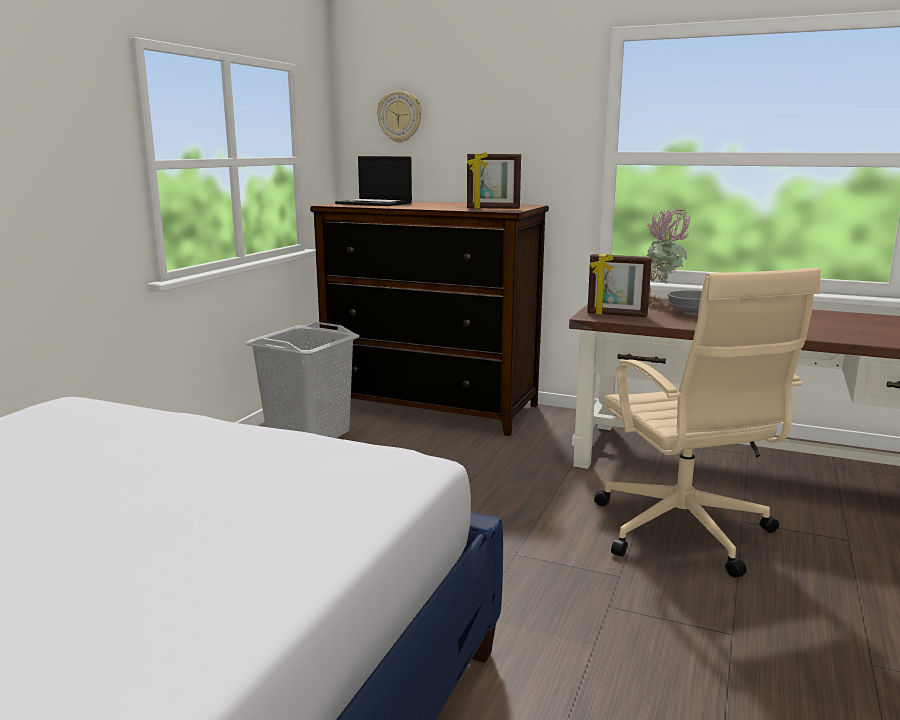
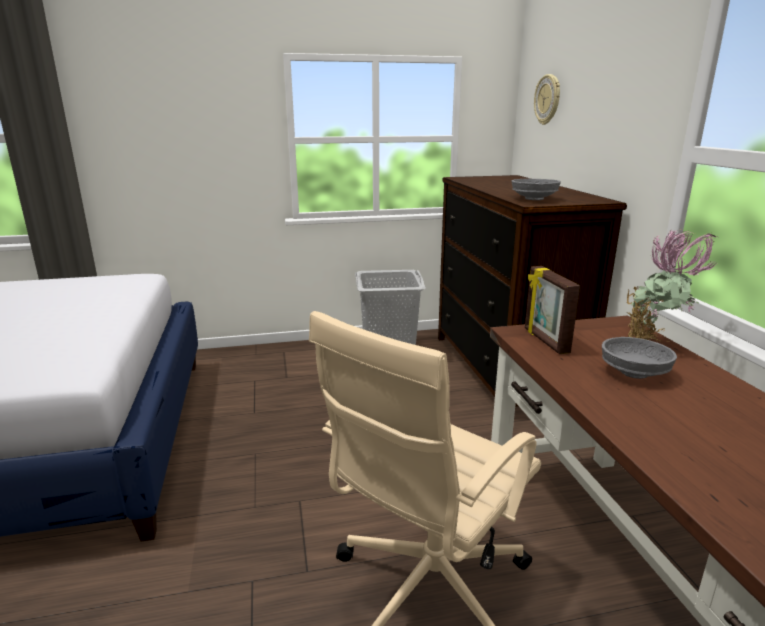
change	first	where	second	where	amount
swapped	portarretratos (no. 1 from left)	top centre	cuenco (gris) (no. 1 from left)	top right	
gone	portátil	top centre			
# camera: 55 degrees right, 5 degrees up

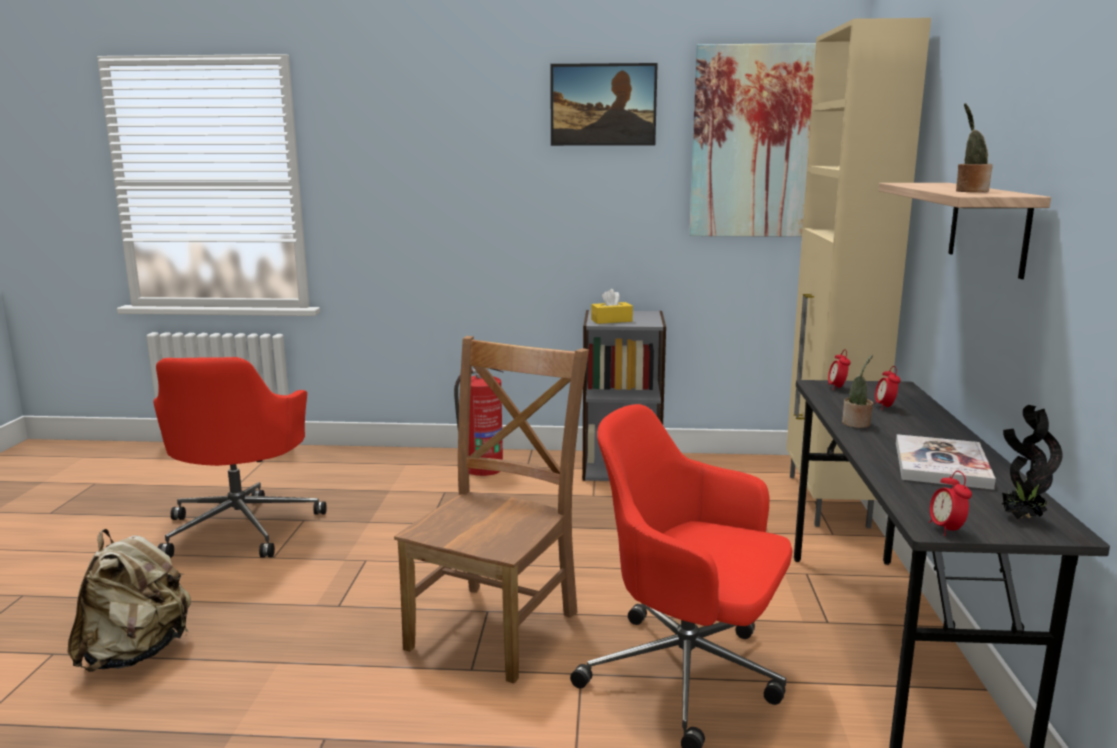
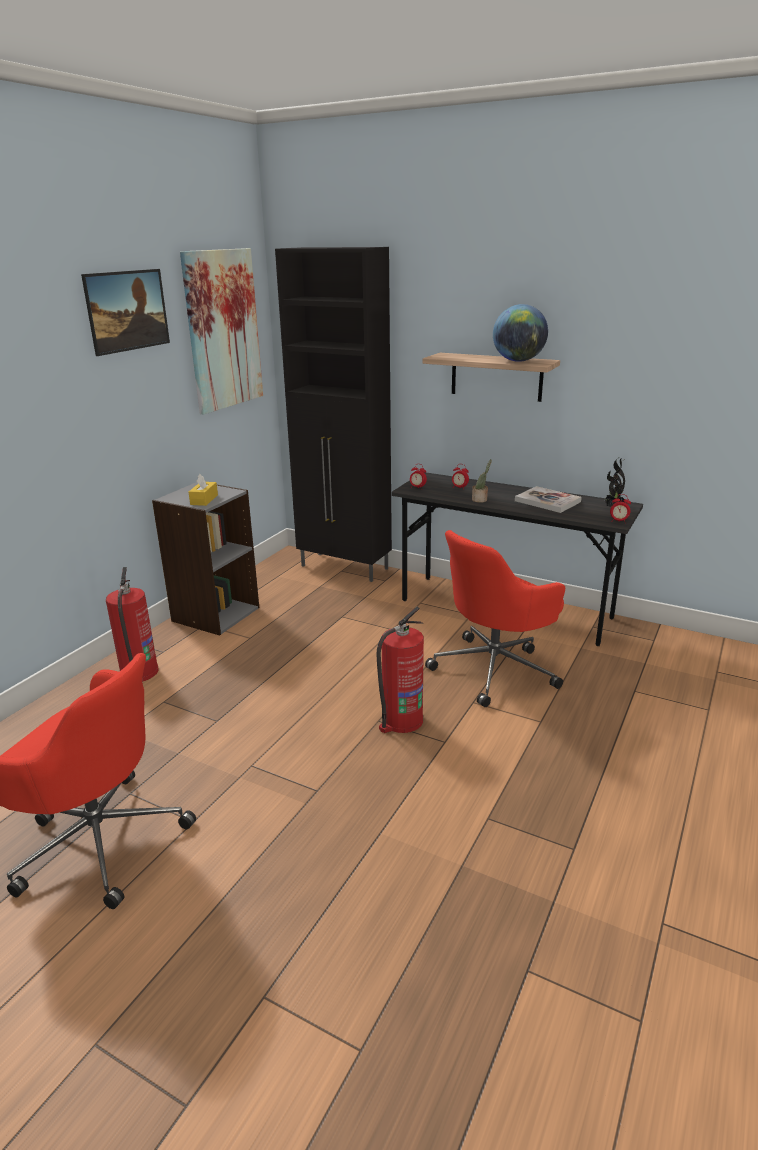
change	first	where	second	where	amount
repainted	armario (beis)	middle right	armario (negro)	centre	
swapped	silla (marrón)	bottom centre	extintor (no. 2 from left)	centre	
swapped	planta en maceta (no. 2 from left)	top right	globo terráqueo	top right	
gone	mochila (beis)	bottom left			
# camera: 65 degrees left, 10 degrees up

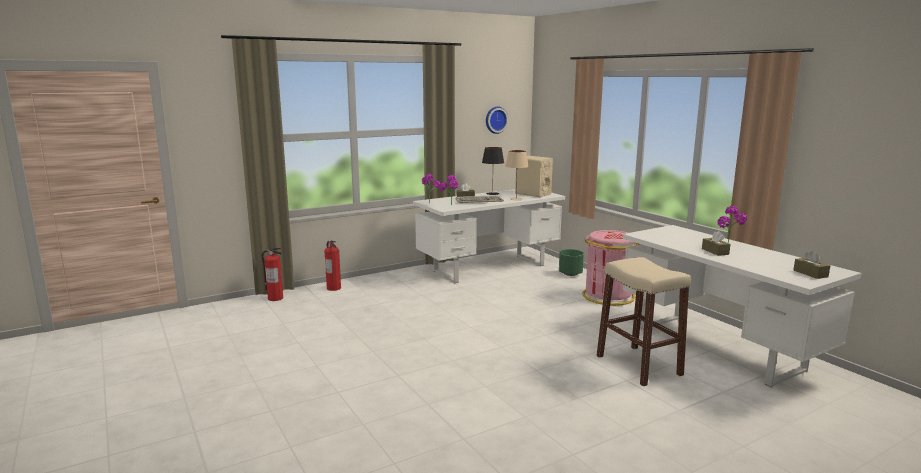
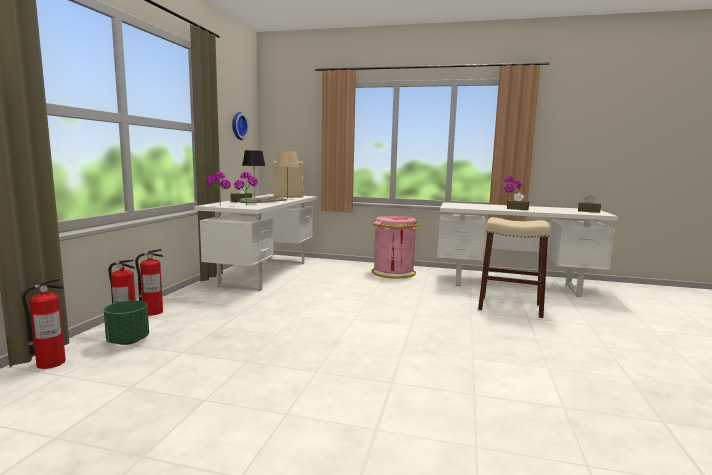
change	first	where	second	where	amount
shifted	maceta (verde)	centre		bottom left	
new			extintor (no. 3 from left)	middle left	
# camera: 45 degrees left, 5 degrees down

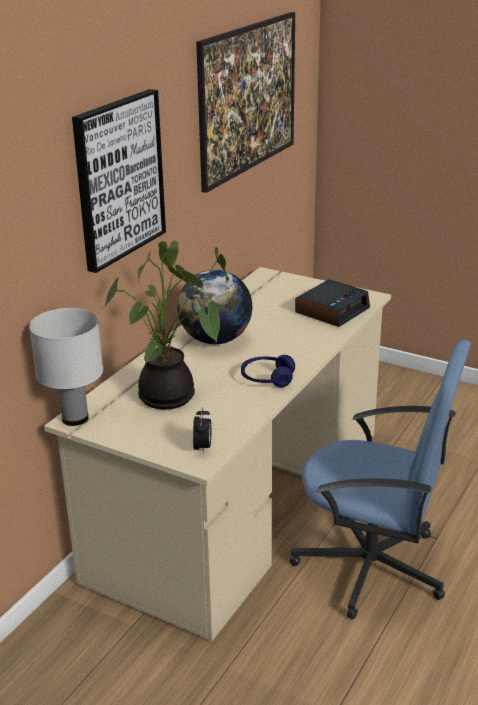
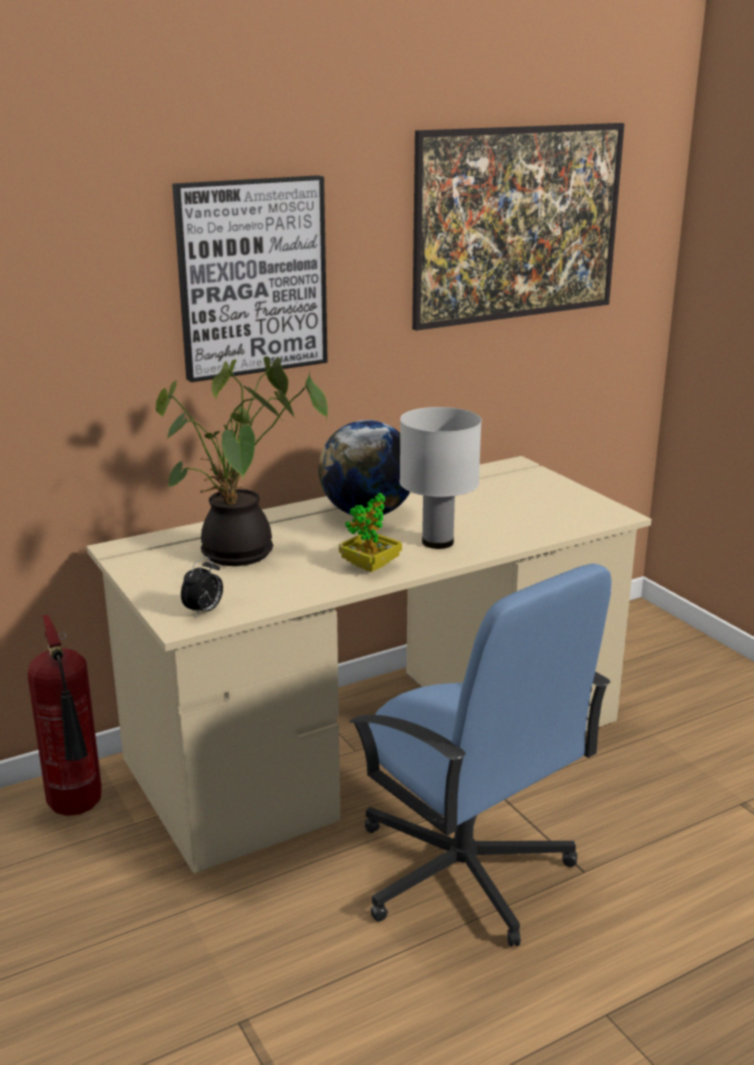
change	first	where	second	where	amount
new			extintor	bottom left	
swapped	auriculares (azul)	centre	planta en maceta (no. 2 from left)	centre	
shifted	lámpara de mesa (blanco)	middle left		centre	
gone	despertador (no. 2 from left)	middle right			
# camera: 30 degrees right, 5 degrees down

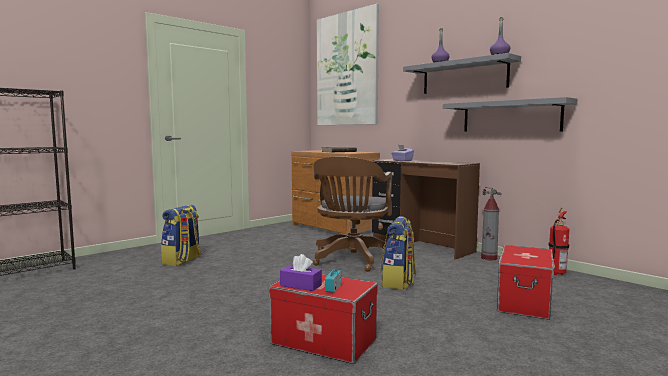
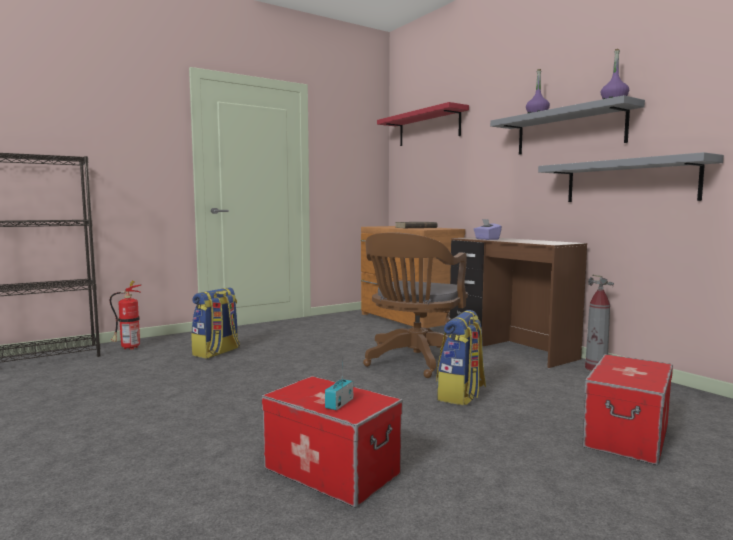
change	first	where	second	where	amount
shifted	extintor (no. 2 from left in the first image)	middle right	extintor (no. 1 from left)	middle left	
swapped	cuadro	top centre	estante (rojo)	top centre	
gone	caja de pañuelos (morado) (no. 1 from left)	bottom centre			
# camera: 10 degrees right, 0 degrees up

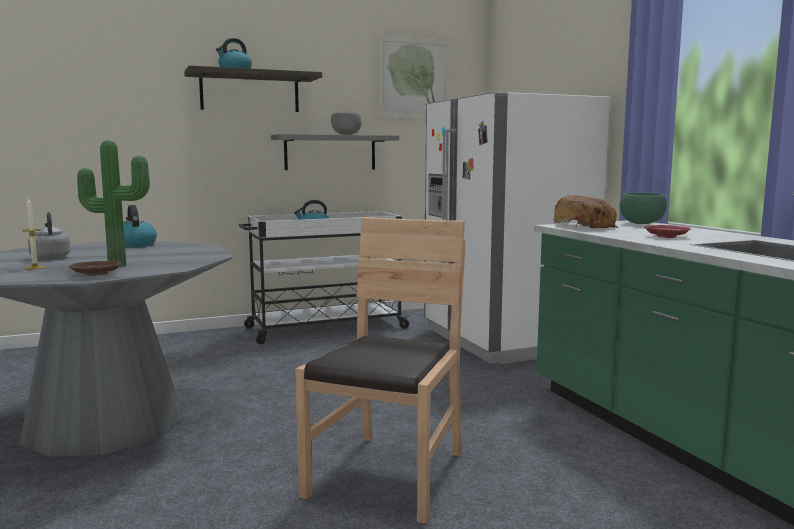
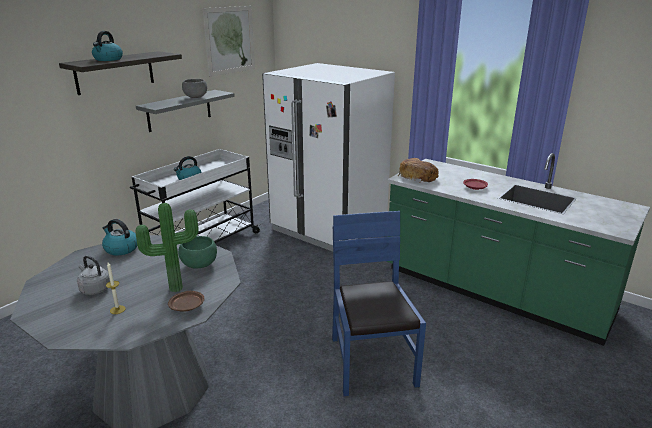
change	first	where	second	where	amount
shifted	cuenco (verde)	middle right		middle left	
repainted	silla (marrón)	bottom centre	silla (azul)	bottom centre	
# camera: 30 degrees left, 15 degrees up

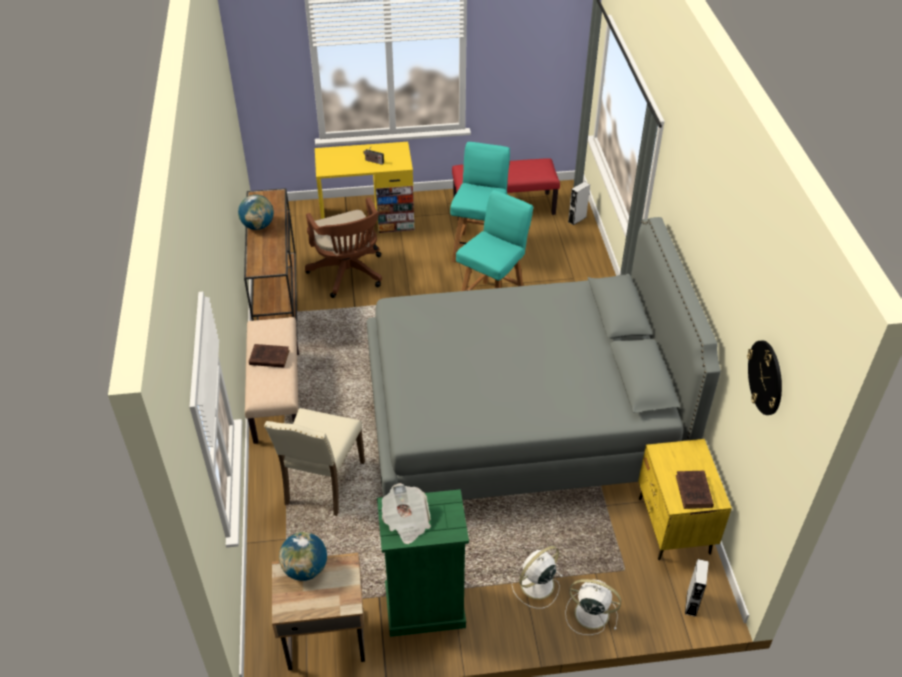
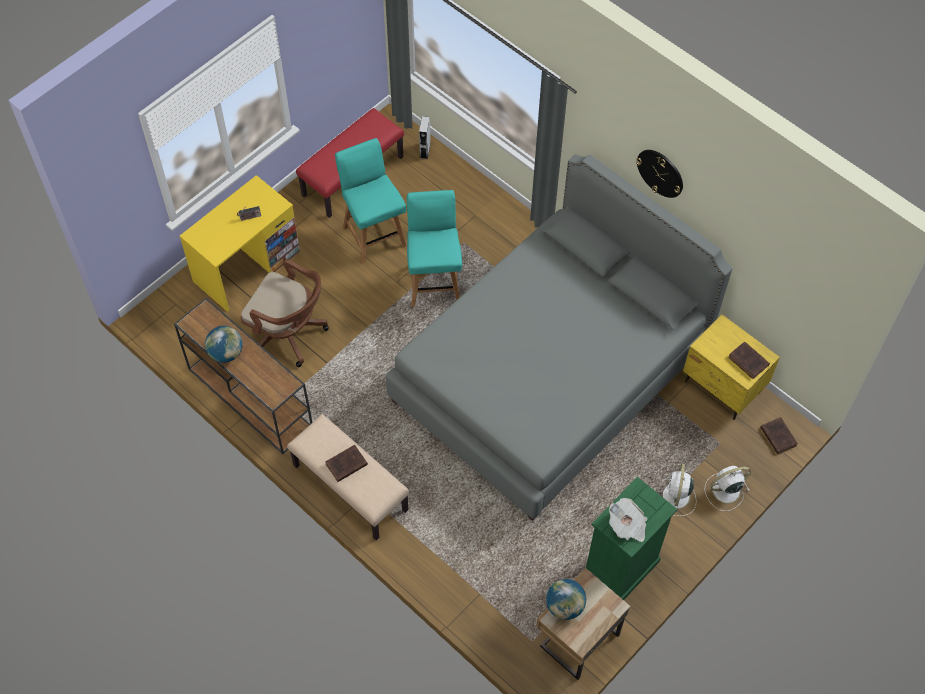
change	first	where	second	where	amount
shifted	reloj de pared	middle right		top right	
swapped	altavoz (gris) (no. 2 from left)	bottom right	libro (marrón) (no. 3 from left)	middle right	
gone	silla (beis)	bottom centre			
# camera: 40 degrees left, 15 degrees up

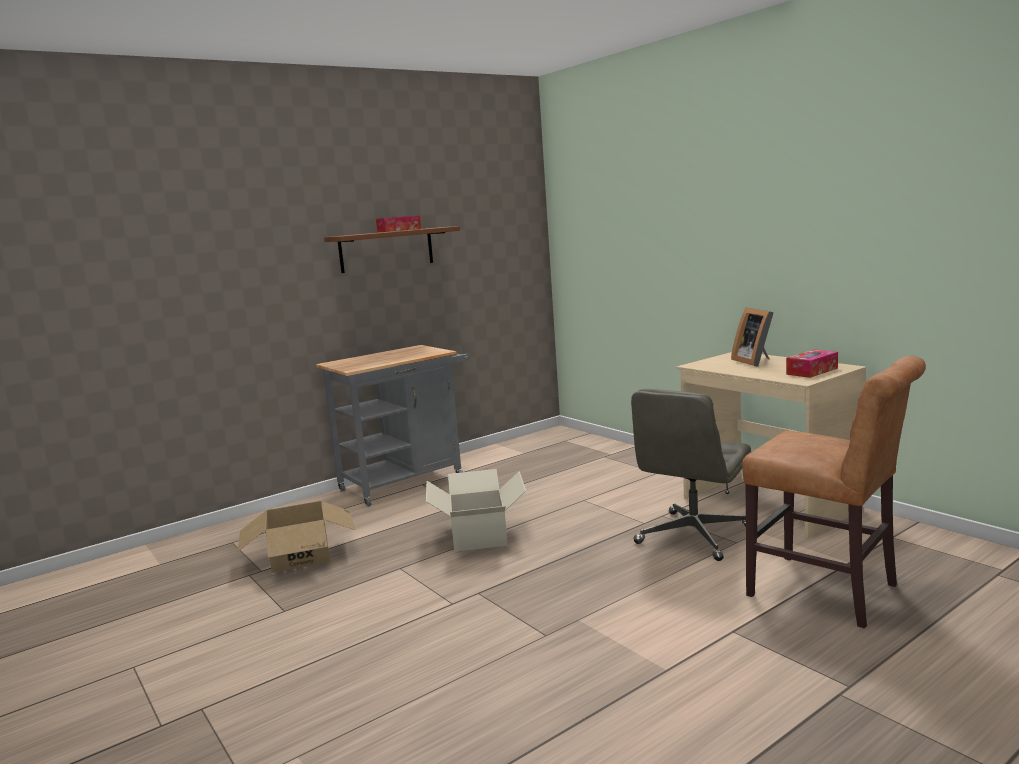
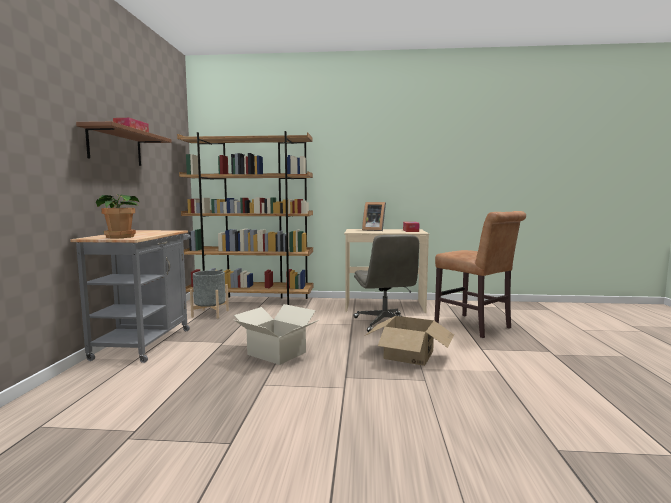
change	first	where	second	where	amount
new			planta en maceta	middle left	
new			estantería (marrón)	centre	
new			maceta (gris)	middle left	
shifted	caja de cartón (no. 1 from left in the first image)	bottom left	caja de cartón (no. 2 from left)	bottom centre	
rotated	silla (marrón)	middle right		middle right	60 degrees clockwise
# camera: 50 degrees left, 5 degrees down

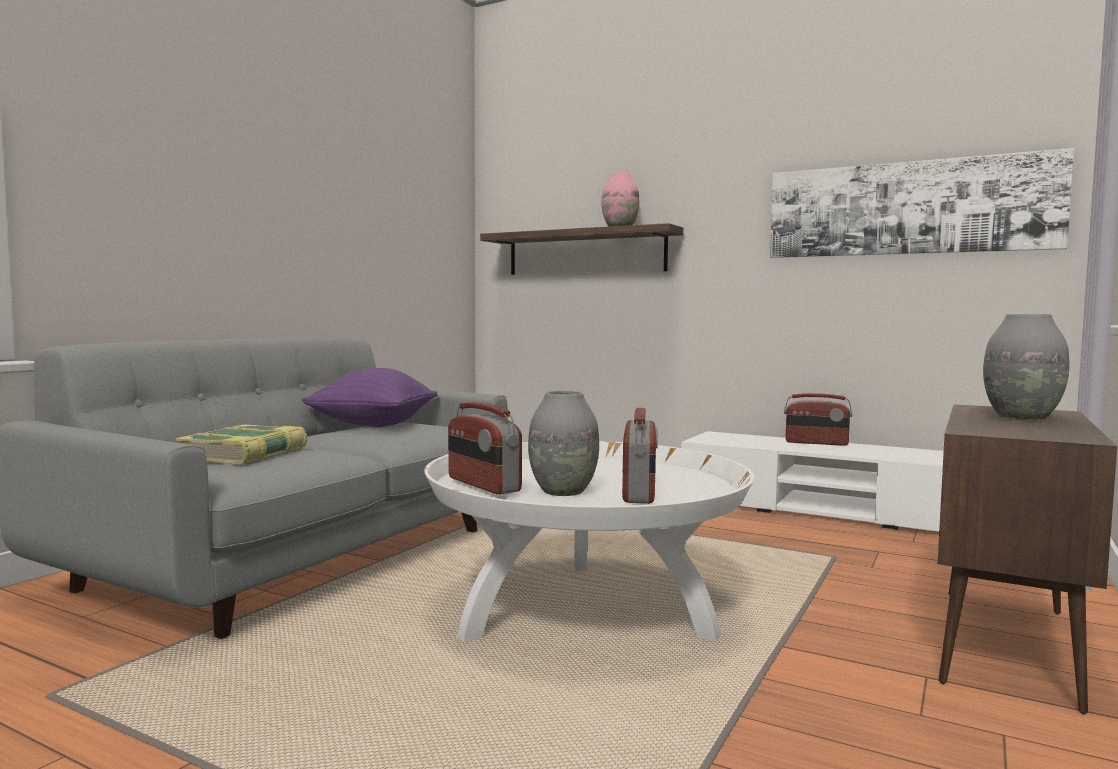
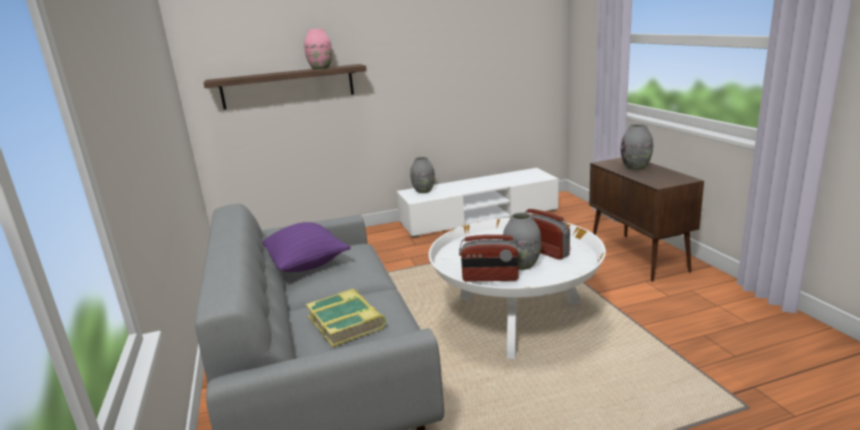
change	first	where	second	where	amount
new			florero (gris) (no. 1 from left)	centre	
gone	cuadro	top right			
gone	radio (no. 3 from left)	middle right			
# camera: 45 degrees left, 15 degrees up

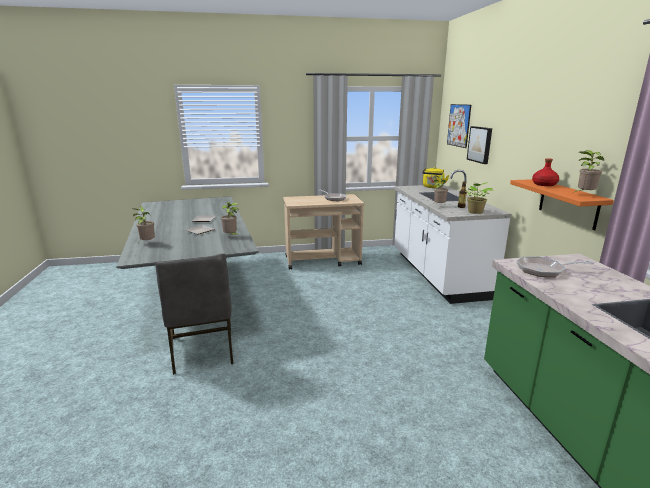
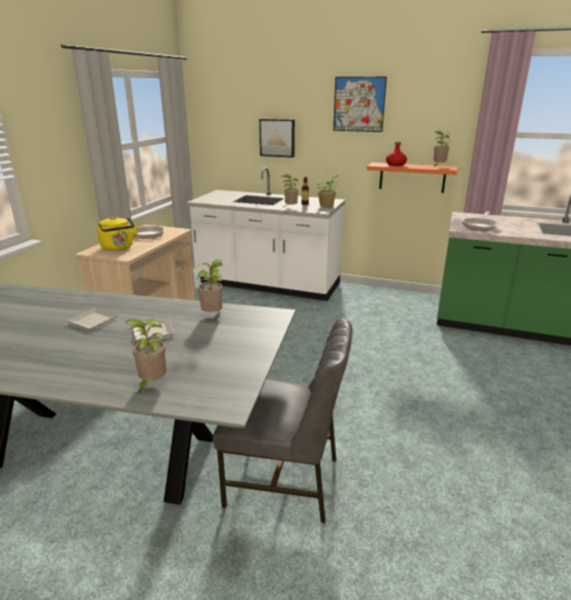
change	first	where	second	where	amount
shifted	hervidor (amarillo)	middle right		middle left	
shifted	cuadro (no. 1 from left in the first image)	top right	cuadro (no. 2 from left)	top centre	
# camera: 60 degrees left, 5 degrees up

